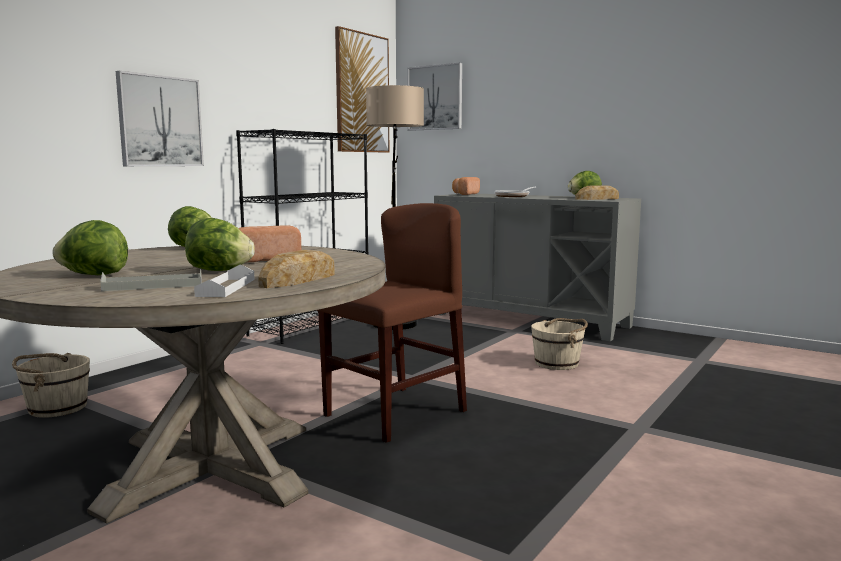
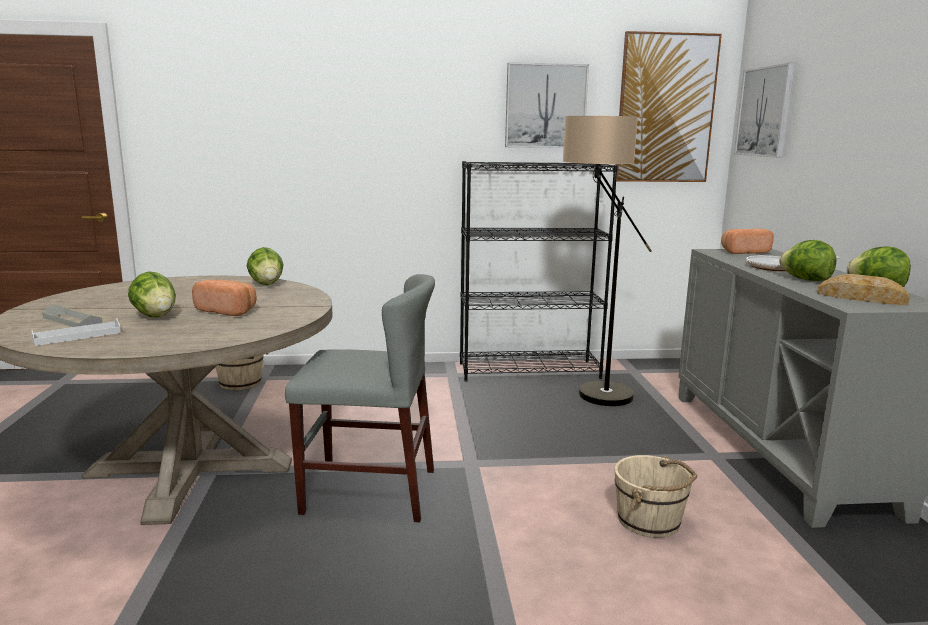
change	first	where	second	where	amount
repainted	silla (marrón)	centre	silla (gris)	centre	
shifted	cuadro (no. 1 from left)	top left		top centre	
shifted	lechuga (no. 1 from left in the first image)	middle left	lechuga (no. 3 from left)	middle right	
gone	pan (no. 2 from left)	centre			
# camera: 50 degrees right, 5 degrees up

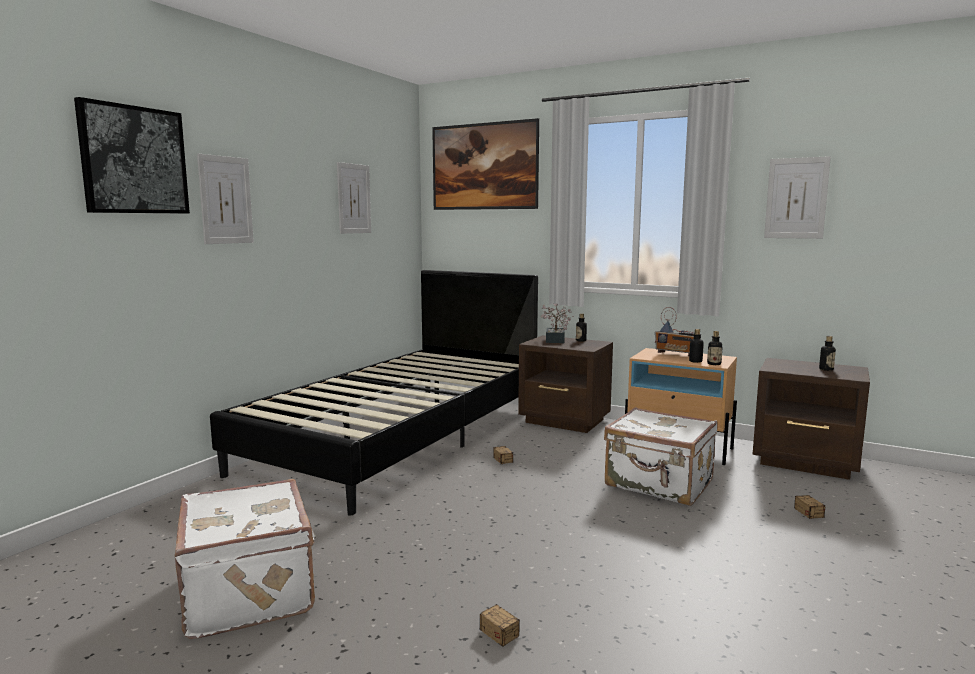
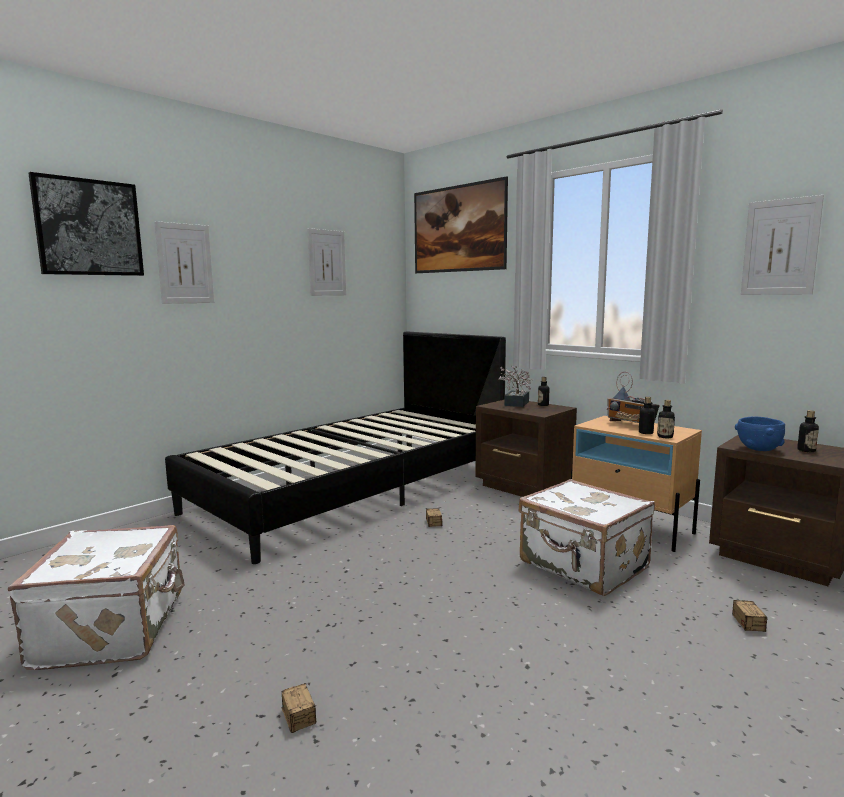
change	first	where	second	where	amount
new			cuenco (azul)	middle right	
# camera: 15 degrees right, 0 degrees up

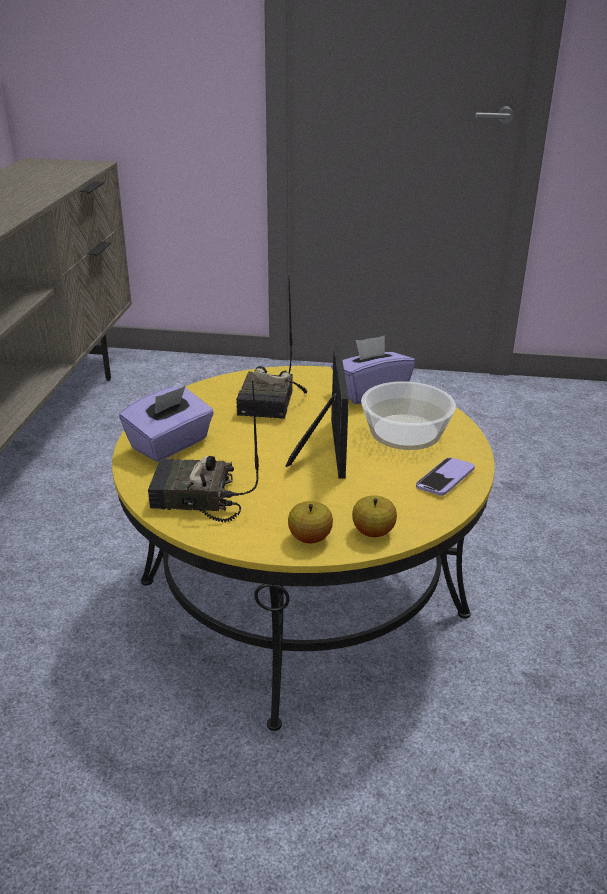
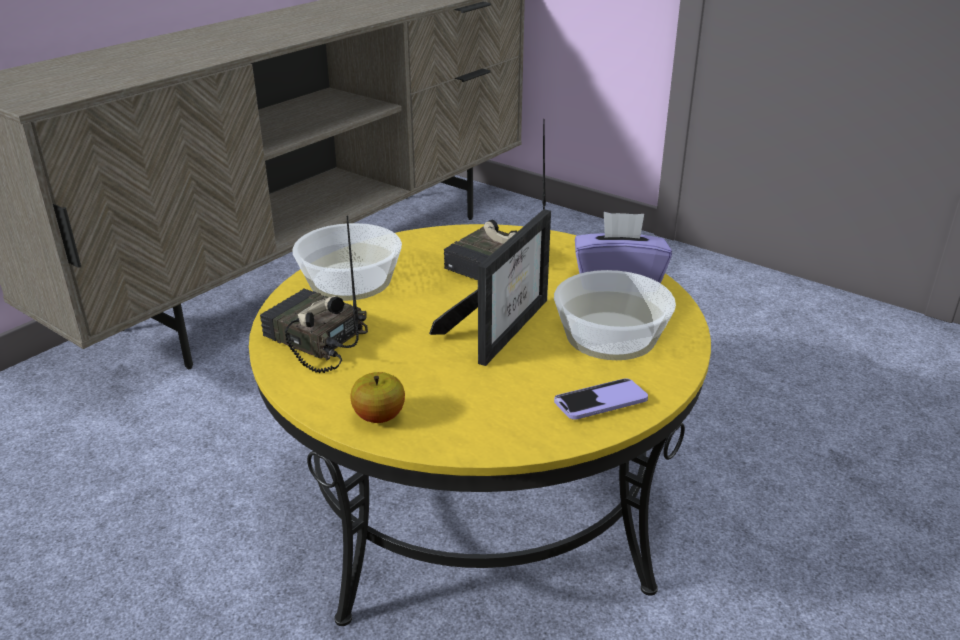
change	first	where	second	where	amount
swapped	caja de pañuelos (morado) (no. 1 from left)	middle left	cuenco (no. 1 from left)	centre	
gone	manzana (no. 2 from left)	centre			
# camera: 30 degrees right, 0 degrees up

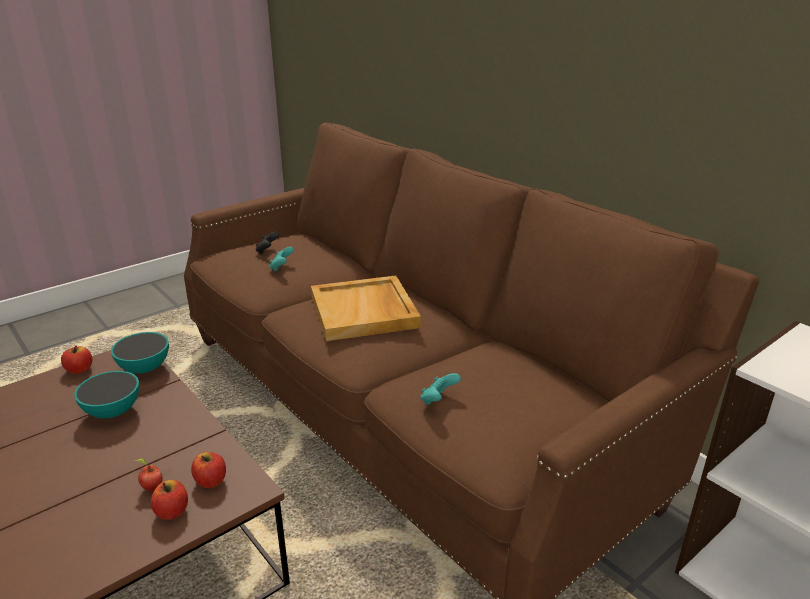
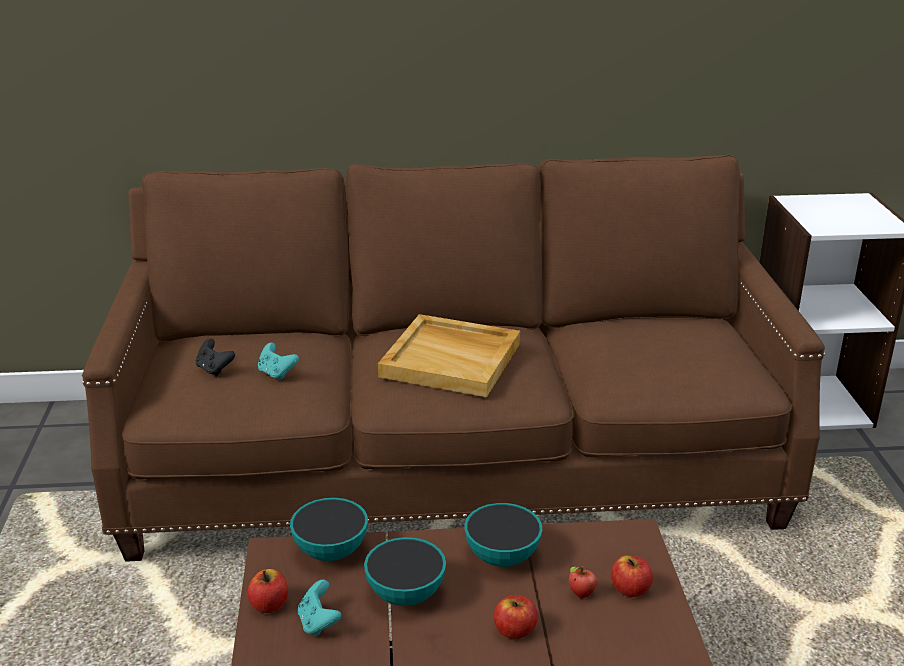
change	first	where	second	where	amount
shifted	mando de consola (turquesa) (no. 2 from left)	centre		bottom centre	
new			cuenco (no. 3 from left)	bottom centre	
shifted	manzana (no. 4 from left in the first image)	bottom left	manzana (no. 2 from left)	bottom centre	
# camera: 55 degrees left, 0 degrees up

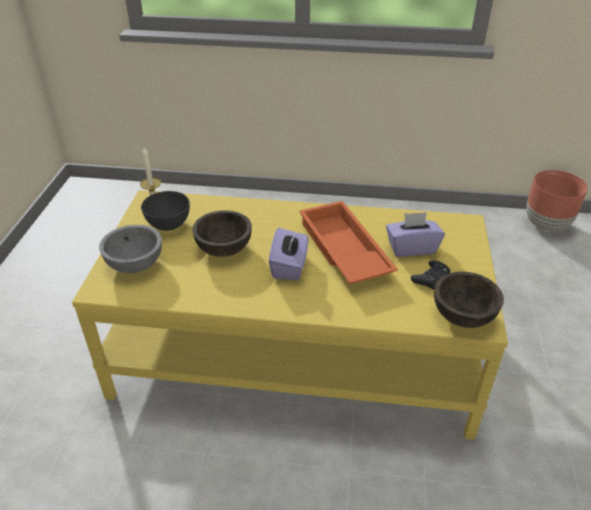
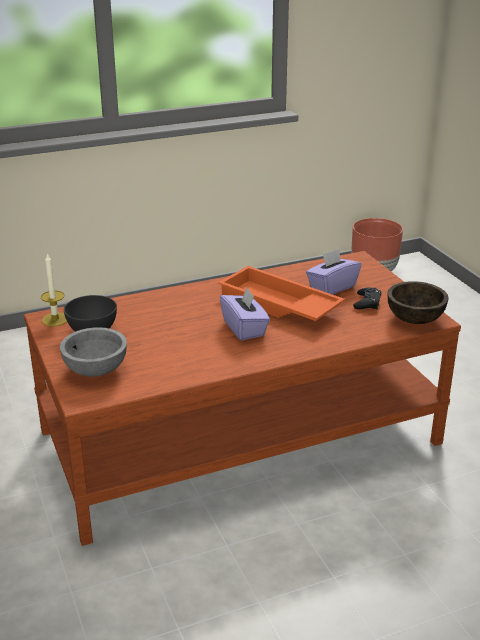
change	first	where	second	where	amount
repainted	mesa de centro (amarillo)	centre	mesa de centro (marrón)	centre	
gone	cuenco (marrón) (no. 1 from left)	centre			
# camera: 30 degrees left, 10 degrees down

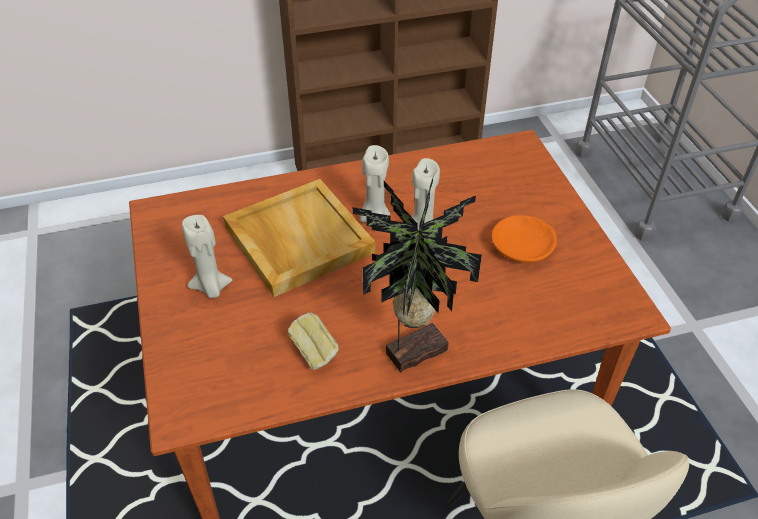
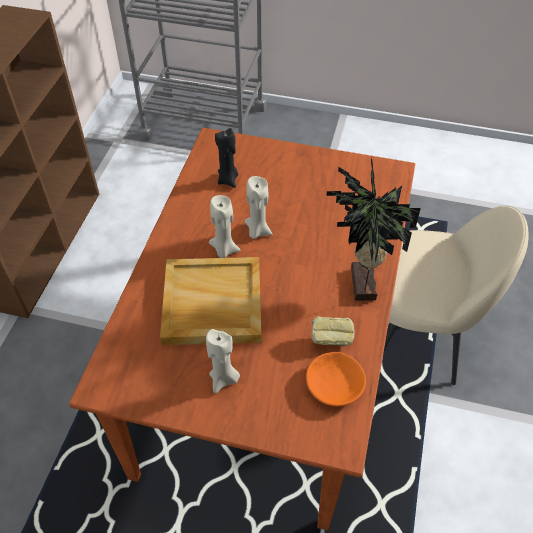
change	first	where	second	where	amount
new			vela (negro)	top centre	
shifted	cuenco (naranja)	middle right		bottom centre	
# camera: 60 degrees left, 5 degrees up

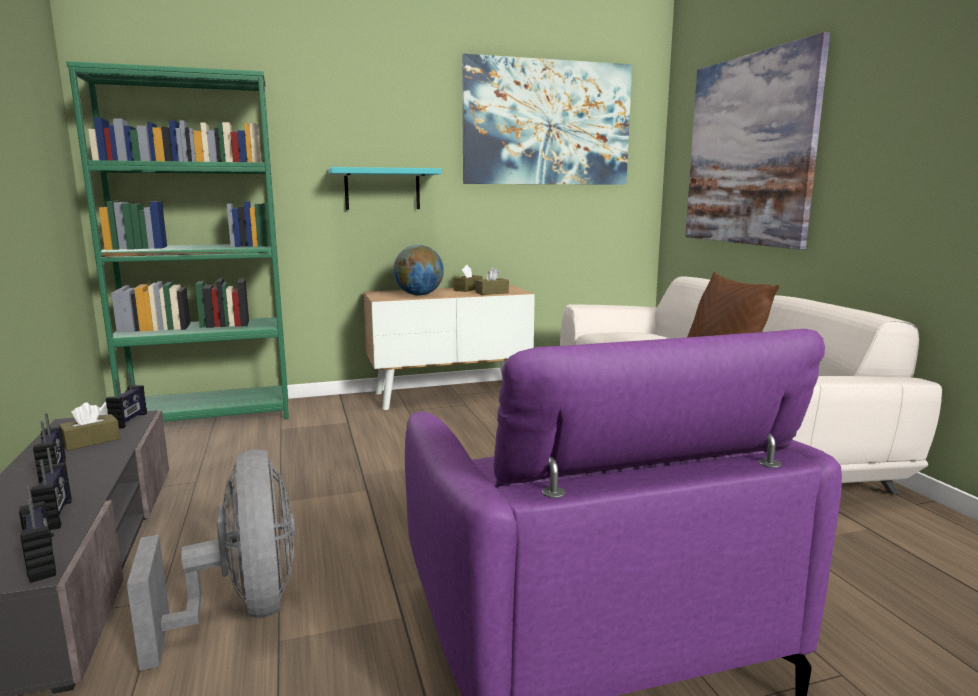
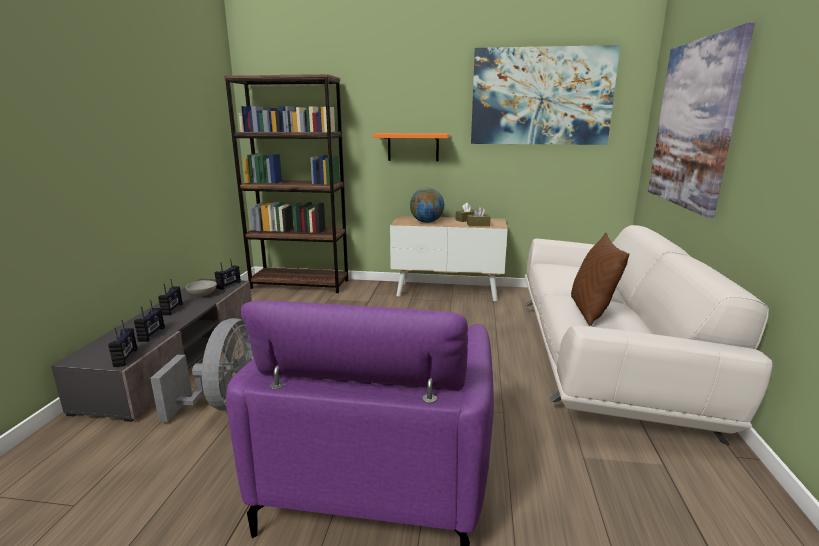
change	first	where	second	where	amount
swapped	caja de pañuelos (marrón) (no. 1 from left)	middle left	cuenco (gris)	middle left	
repainted	estantería (verde)	middle left	estantería (marrón)	centre	
repainted	estante (turquesa)	top centre	estante (naranja)	top centre	
# camera: 25 degrees right, 5 degrees up

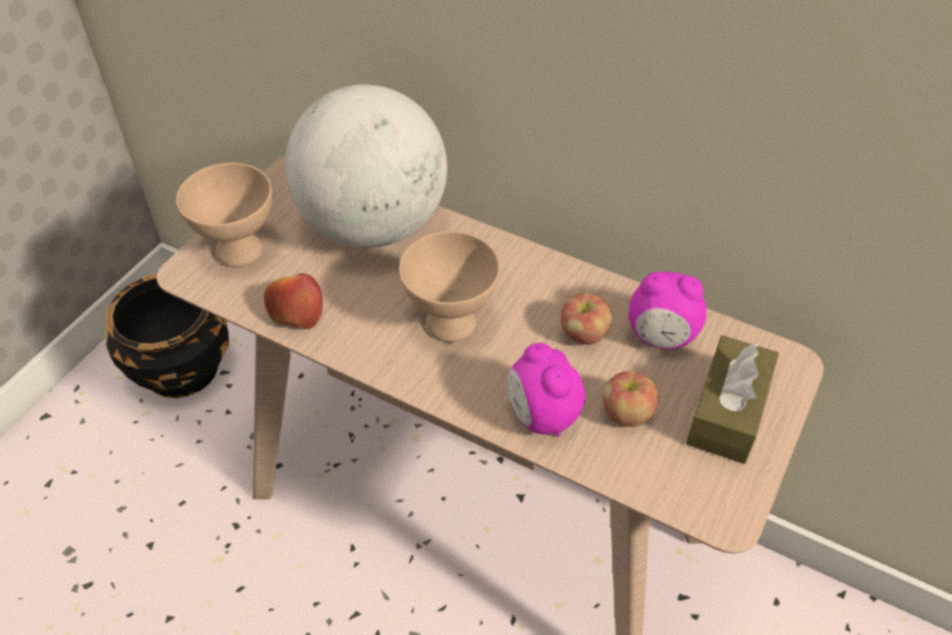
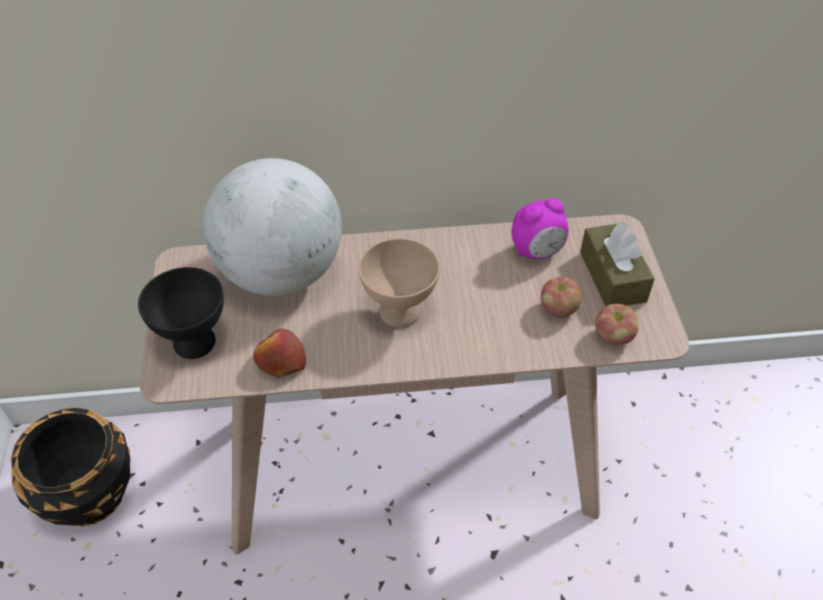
change	first	where	second	where	amount
repainted	cuenco (beis) (no. 1 from left)	middle left	cuenco (negro)	middle left	
shifted	manzana (no. 2 from left in the first image)	centre	manzana (no. 3 from left)	middle right	
gone	despertador (no. 1 from left)	centre			
# camera: 35 degrees left, 0 degrees up

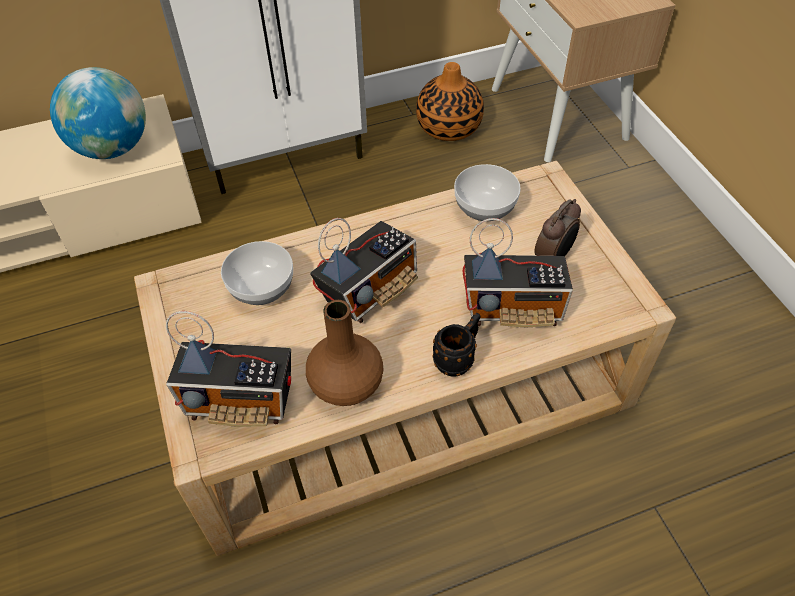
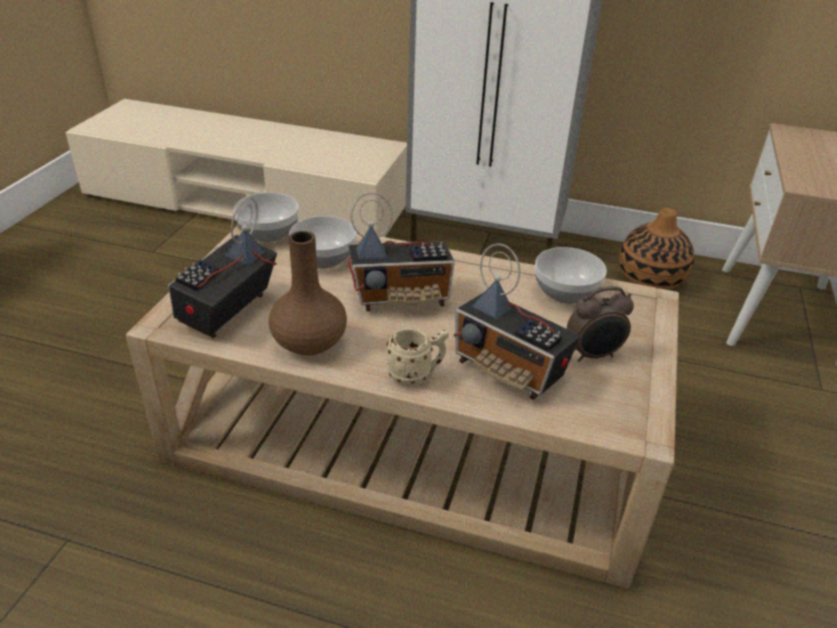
change	first	where	second	where	amount
rotated	radio (no. 1 from left)	middle left		middle left	75 degrees clockwise
new			cuenco (no. 1 from left)	middle left	
repainted	taza grande (negro)	centre	taza grande (beis)	centre	
gone	globo terráqueo	top left			
# camera: 35 degrees right, 15 degrees down

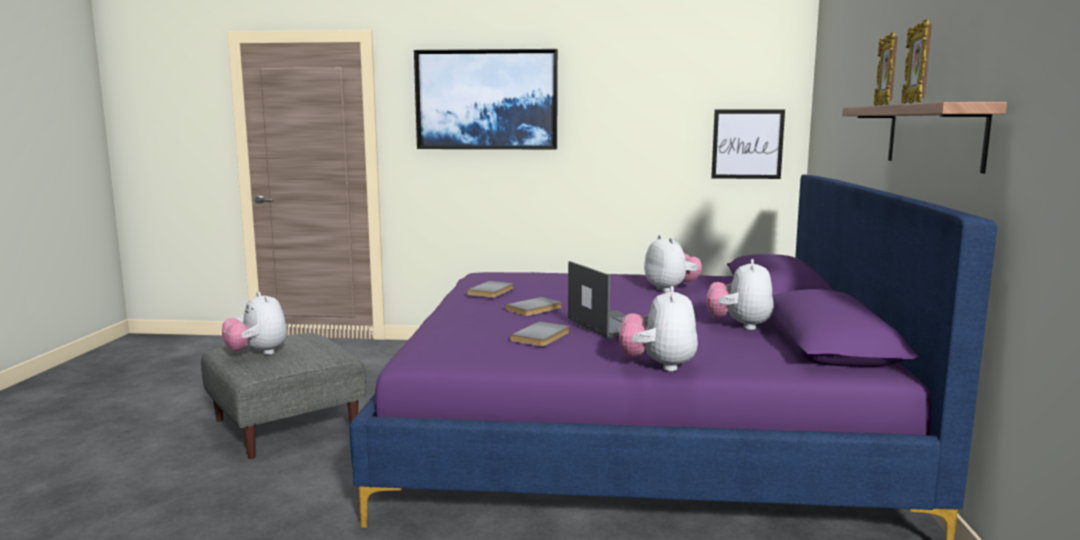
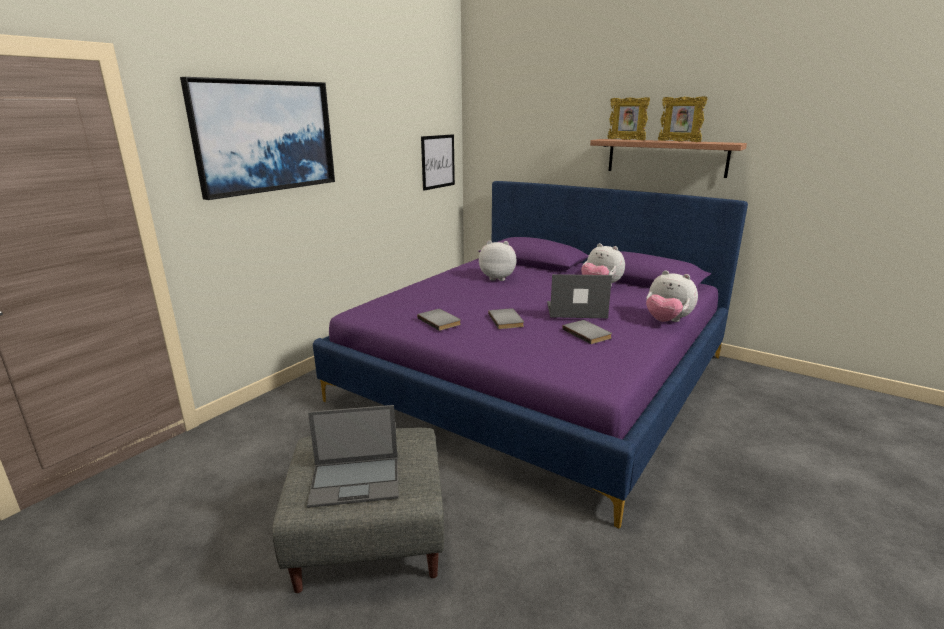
change	first	where	second	where	amount
swapped	peluche (no. 1 from left)	middle left	portátil (no. 1 from left)	bottom centre	
# camera: 60 degrees left, 10 degrees up

